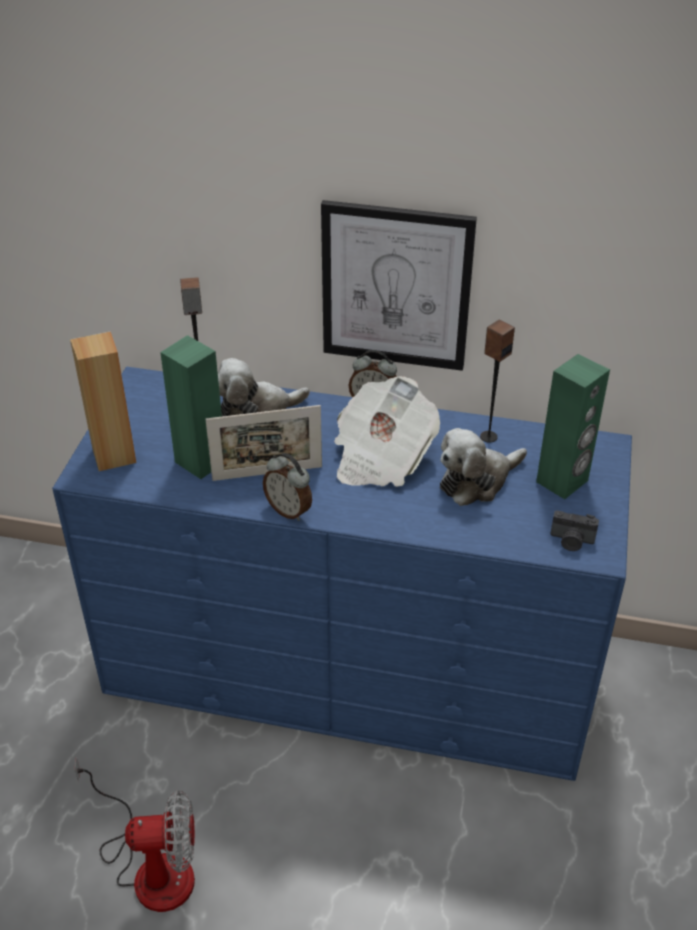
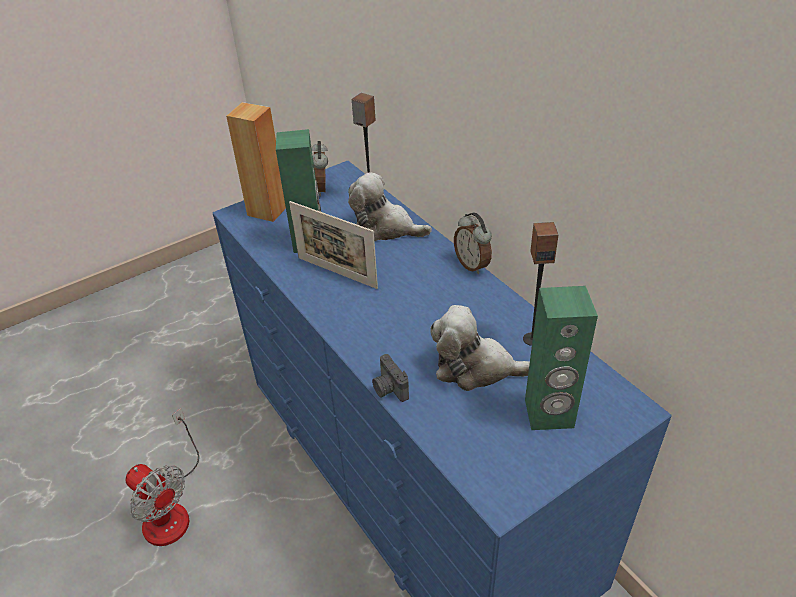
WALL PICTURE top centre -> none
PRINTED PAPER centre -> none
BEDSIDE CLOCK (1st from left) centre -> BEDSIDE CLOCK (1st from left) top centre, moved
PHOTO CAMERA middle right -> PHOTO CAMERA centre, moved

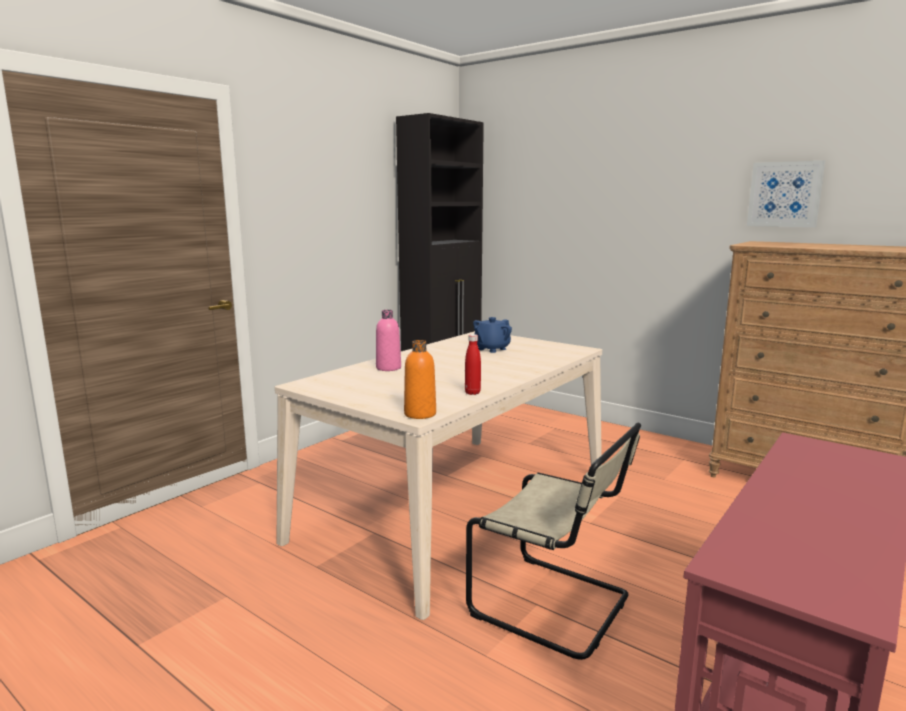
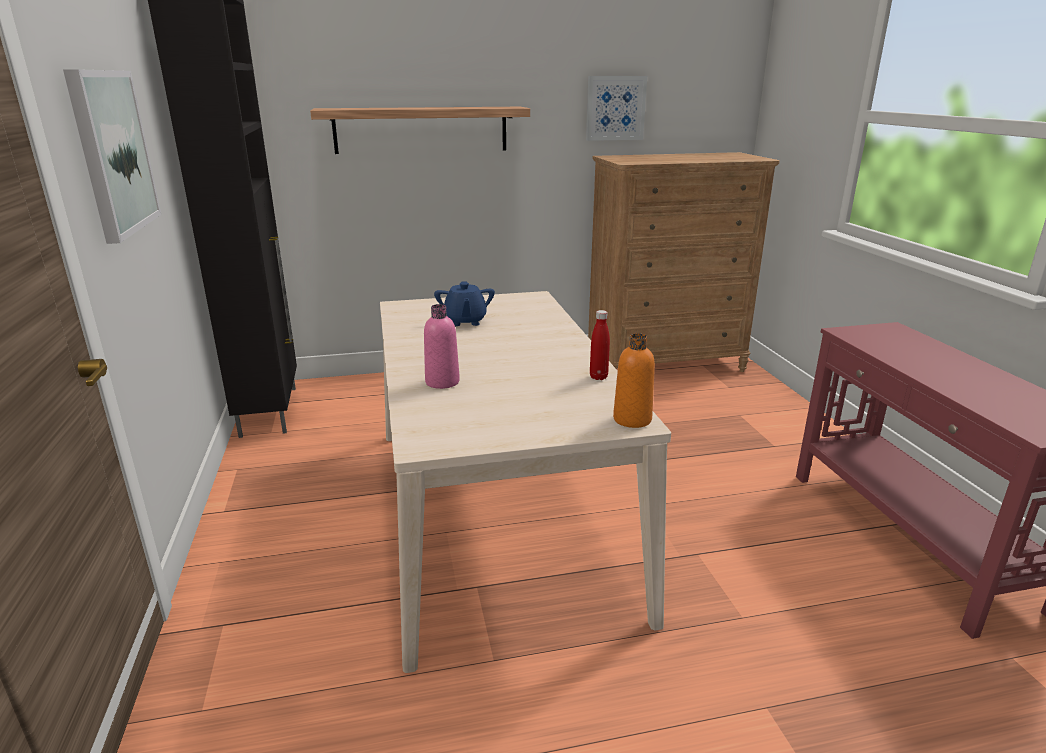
SAND-COLOURED UPRIGHT CHAIR bottom centre -> none
none -> WALL PICTURE (1st from left) top left
none -> BRACKET SHELF top centre

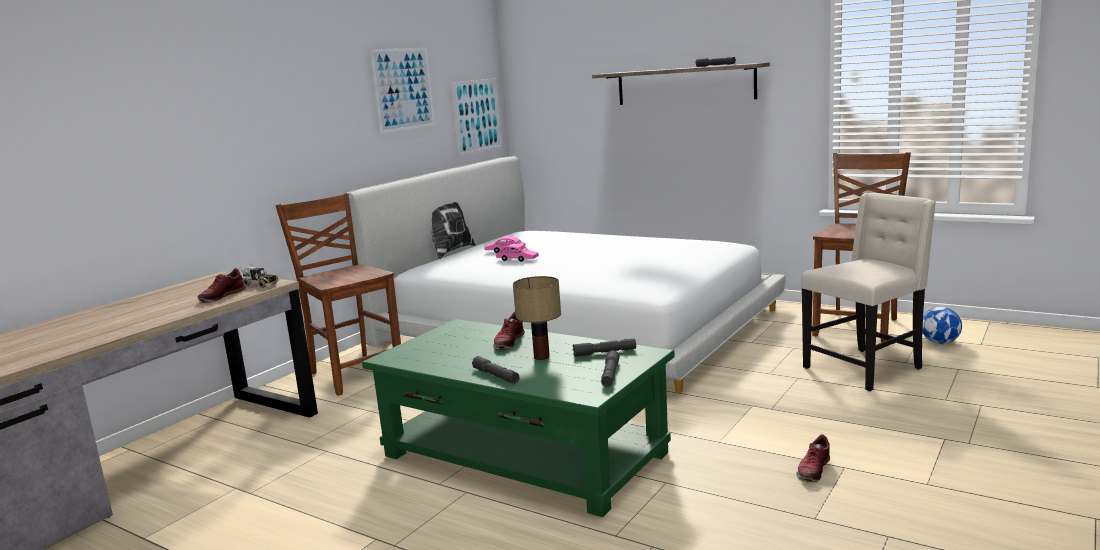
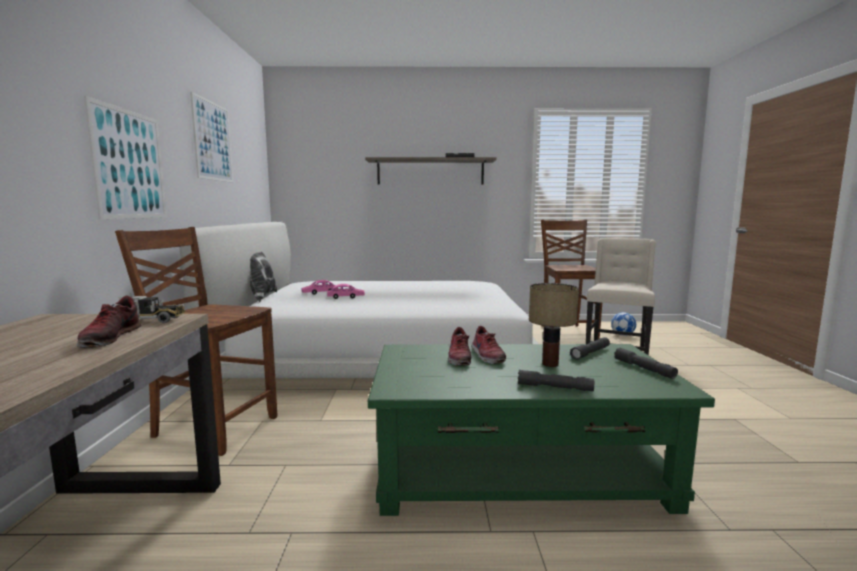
WALL PICTURE (2nd from left in the first image) top centre -> WALL PICTURE (1st from left) top left, moved
SHOE (3rd from left in the first image) bottom right -> SHOE (2nd from left) centre, moved

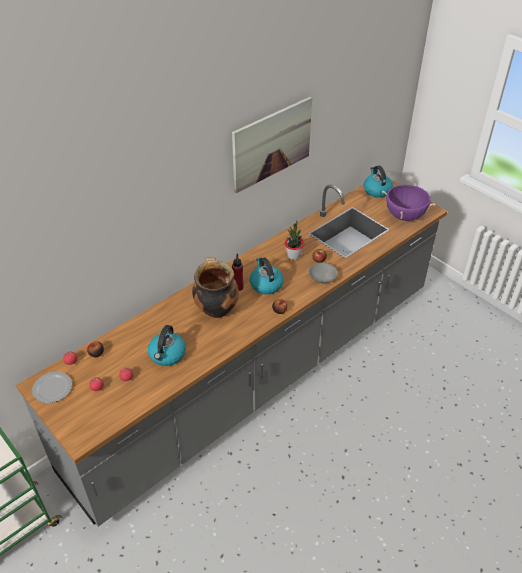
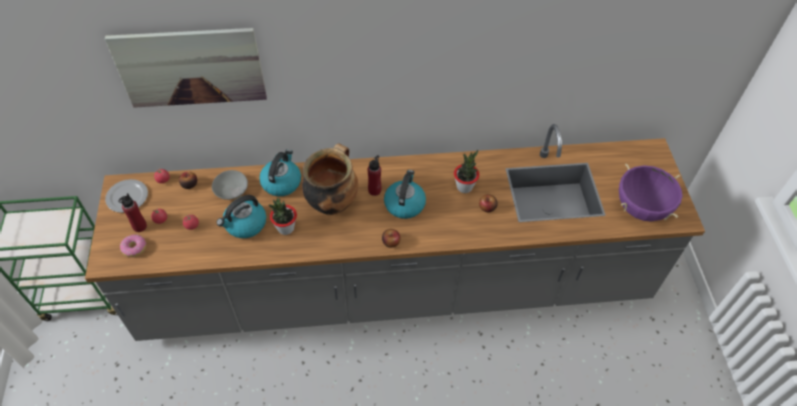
WALL PICTURE top centre -> WALL PICTURE top left, moved
WATER KETTLE (3rd from left in the first image) top right -> WATER KETTLE (2nd from left) centre, moved
GREYISH DEEP DISH centre -> GREYISH DEEP DISH middle left, moved
none -> RED DRINK BOTTLE (1st from left) middle left
none -> HOUSEPLANT (1st from left) centre
none -> RING DOUGHNUT middle left

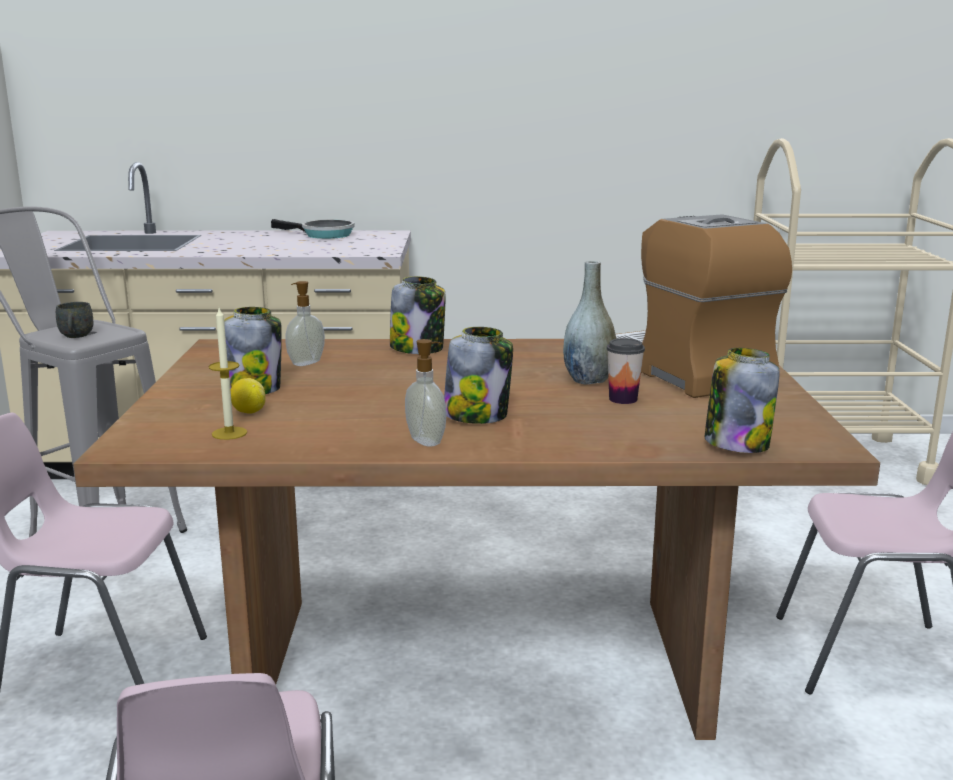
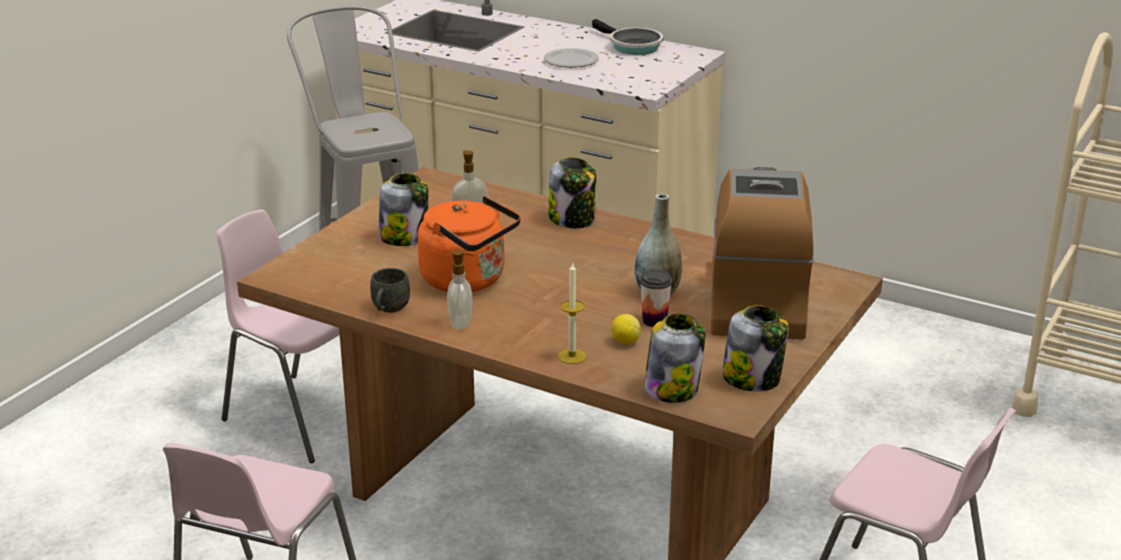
GREYISH MUG middle left -> GREYISH MUG centre, moved
WAX LIGHT middle left -> WAX LIGHT centre, moved
PRESERVE JAR (3rd from left in the first image) centre -> PRESERVE JAR (4th from left) middle right, moved
LEMON middle left -> LEMON centre, moved
none -> PLATE top centre
none -> ORANGEY WATER KETTLE centre

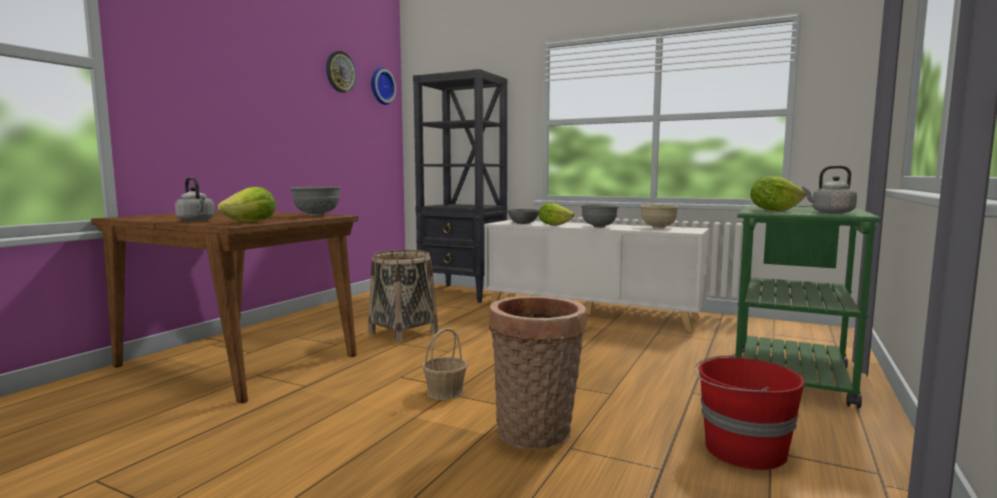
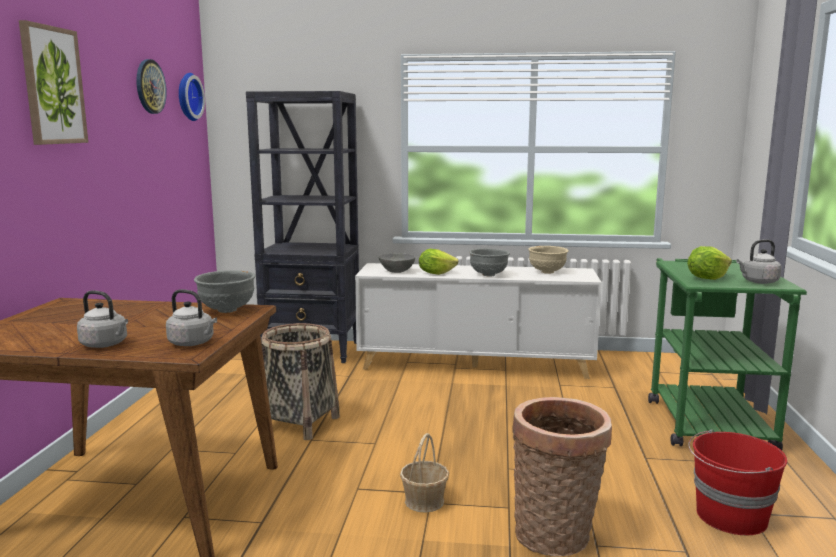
LETTUCE HEAD (1st from left) middle left -> GREYISH WATER KETTLE (2nd from left) middle left
none -> WALL PICTURE top left

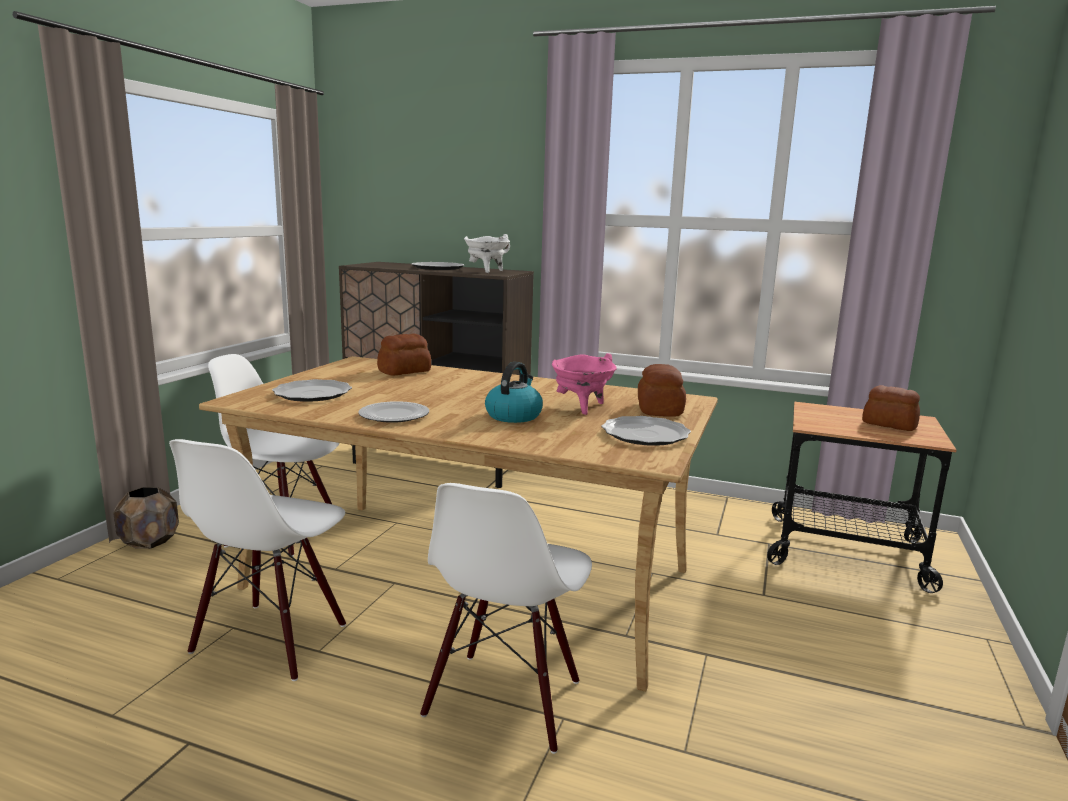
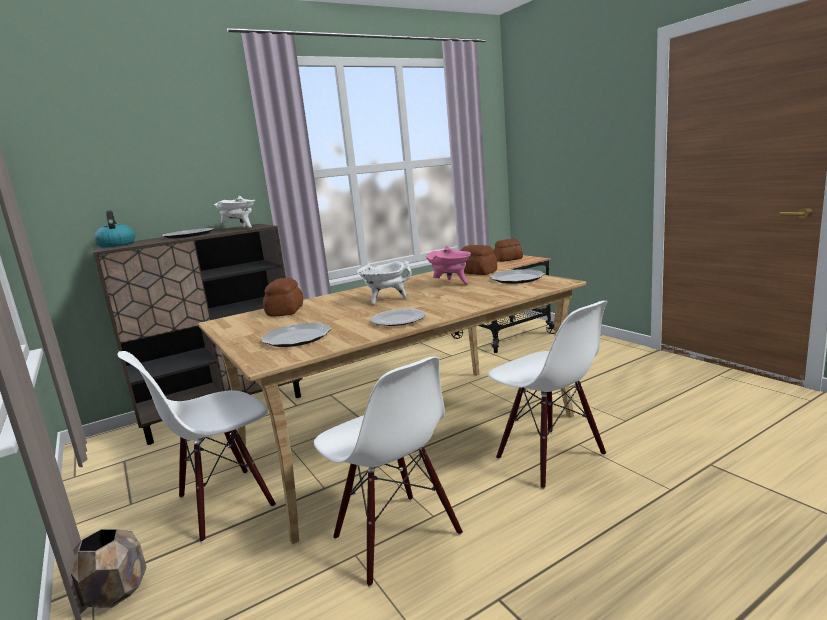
WATER KETTLE centre -> WATER KETTLE middle left, moved
none -> WHITE-COLOURED COOKING POT (2nd from left) centre

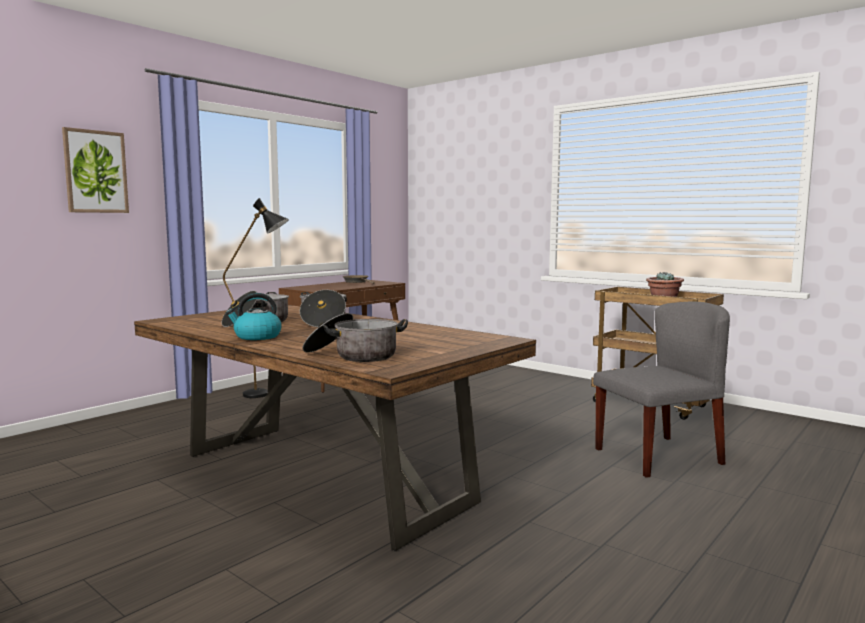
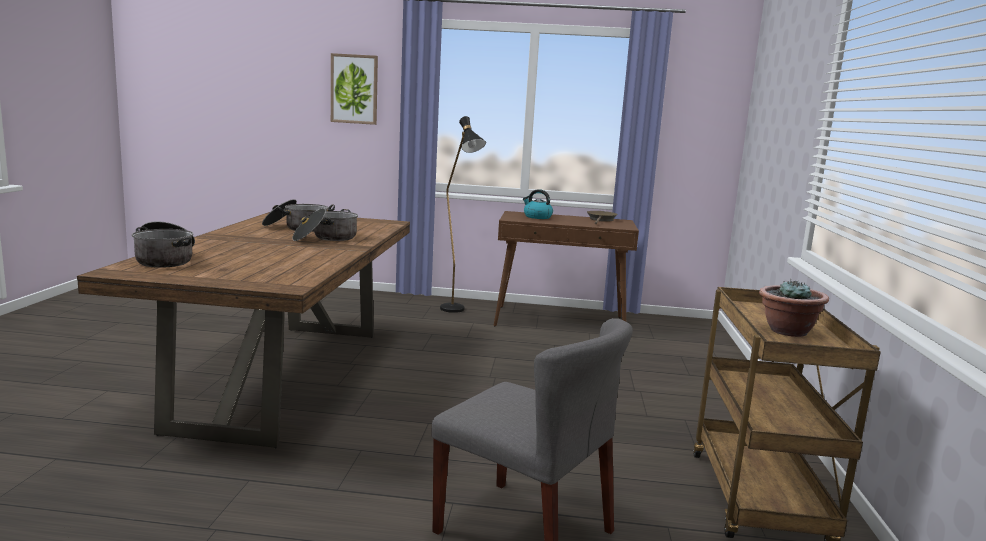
WATER KETTLE middle left -> WATER KETTLE centre, moved

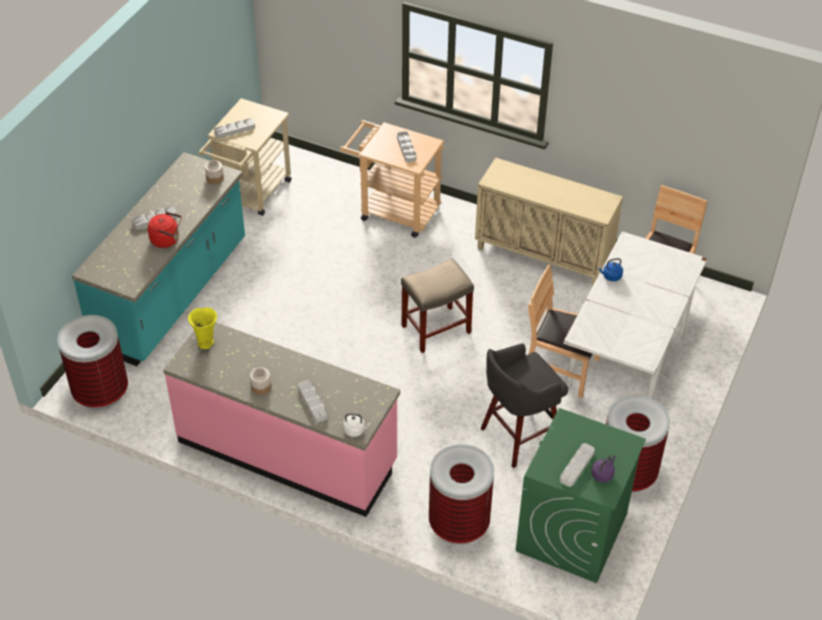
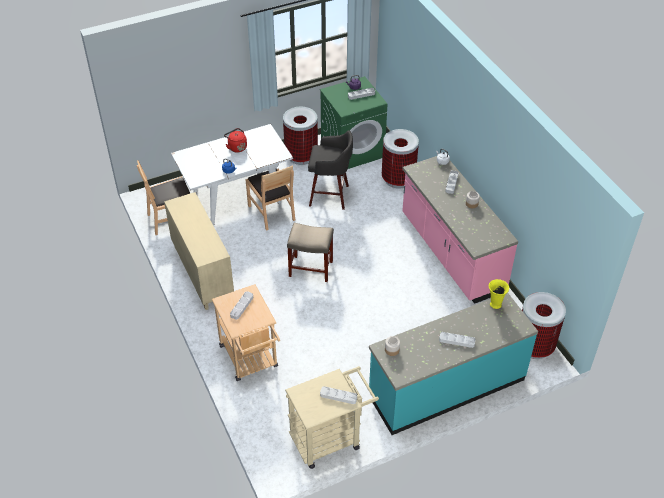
RED WATER KETTLE middle left -> RED WATER KETTLE top centre, moved
YELLOWISH VASE middle left -> YELLOWISH VASE middle right, moved

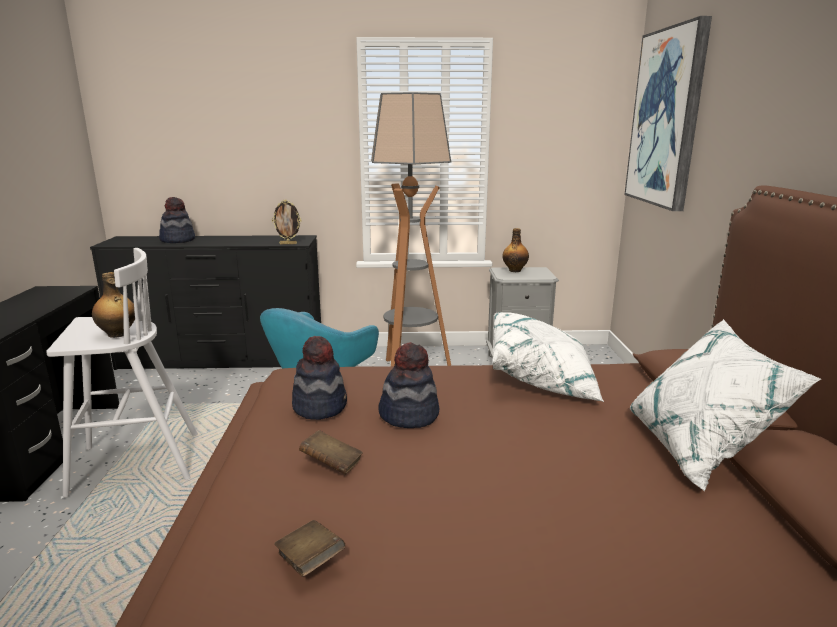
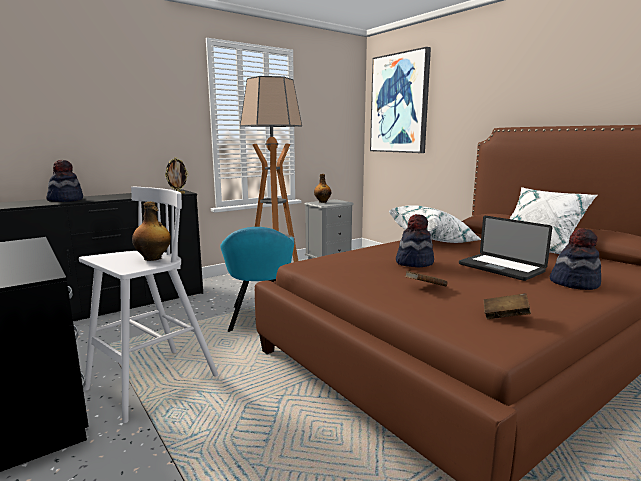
HAT (2nd from left in the first image) centre -> HAT (3rd from left) middle right, moved
none -> NOTEBOOK COMPUTER middle right

